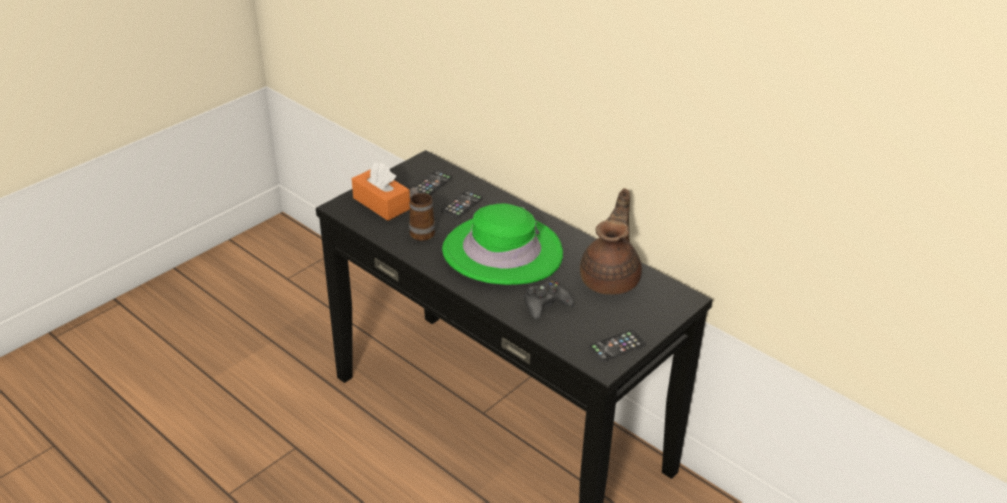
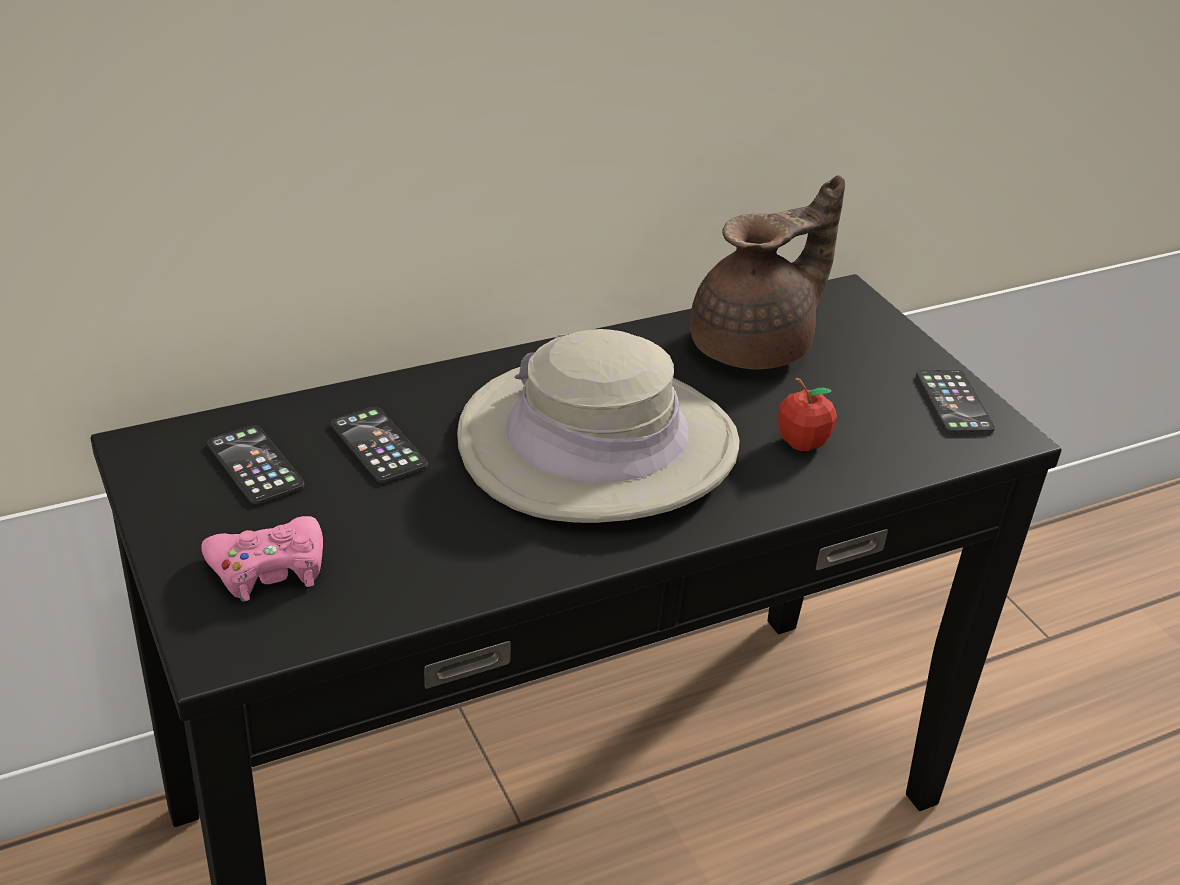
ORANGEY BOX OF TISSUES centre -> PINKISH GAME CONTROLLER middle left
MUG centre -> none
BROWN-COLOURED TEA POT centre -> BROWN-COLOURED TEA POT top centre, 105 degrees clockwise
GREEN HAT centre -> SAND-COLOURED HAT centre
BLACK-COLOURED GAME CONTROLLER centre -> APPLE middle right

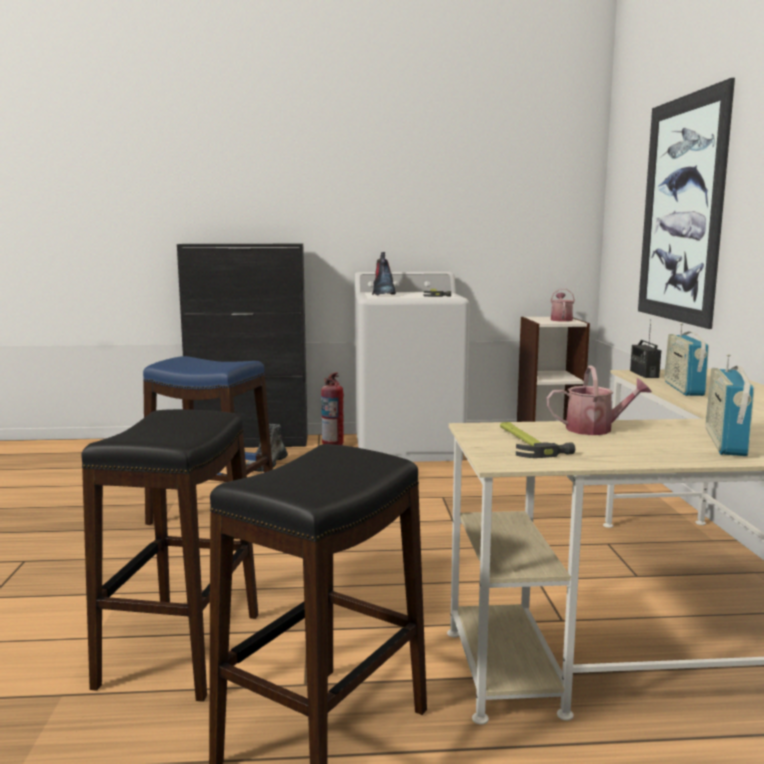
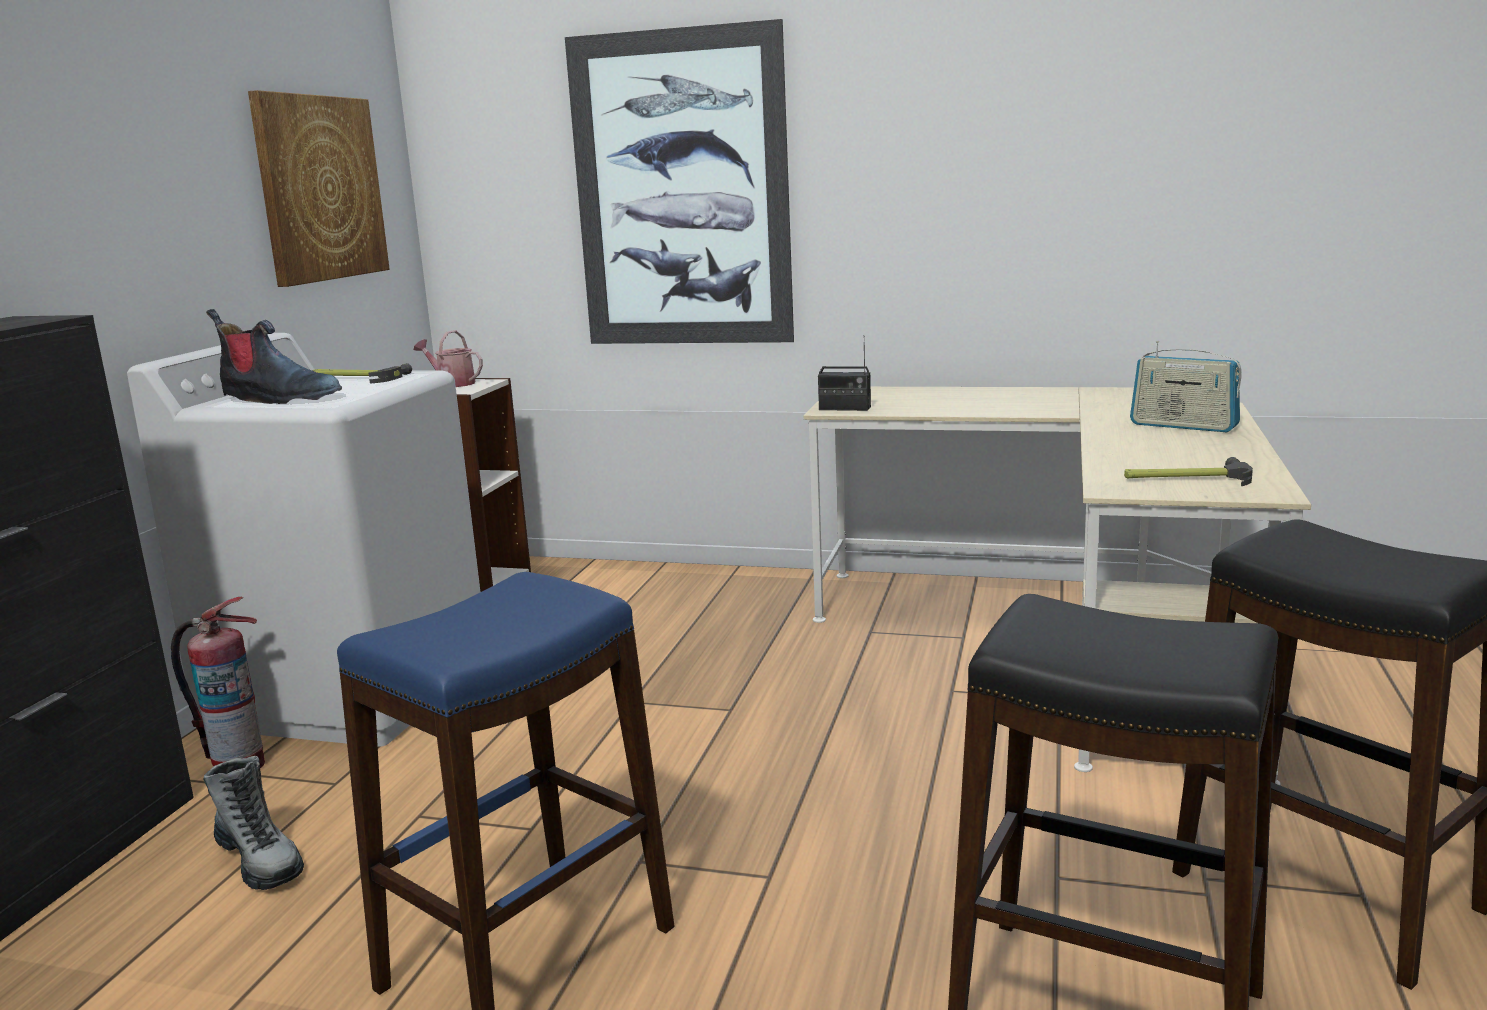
RADIO (2nd from left) middle right -> none
SPRINKLING CAN (2nd from left) middle right -> none
none -> WALL PICTURE (1st from left) top left

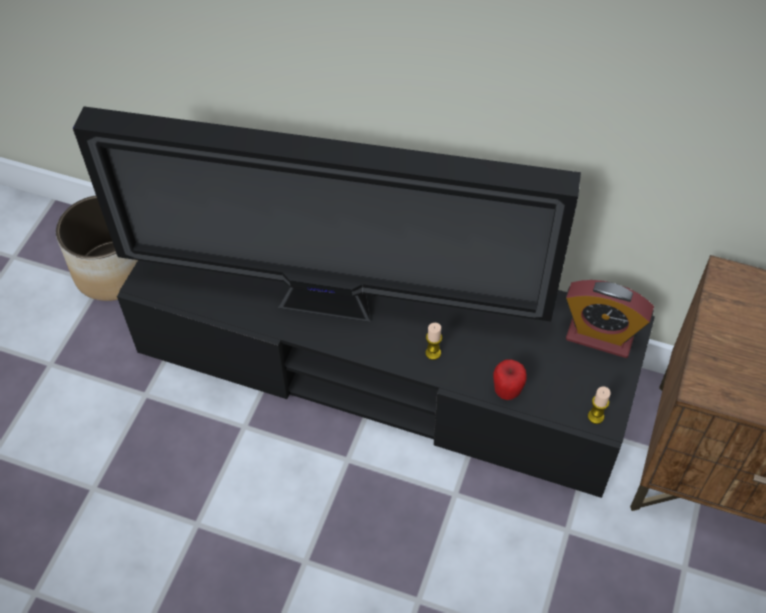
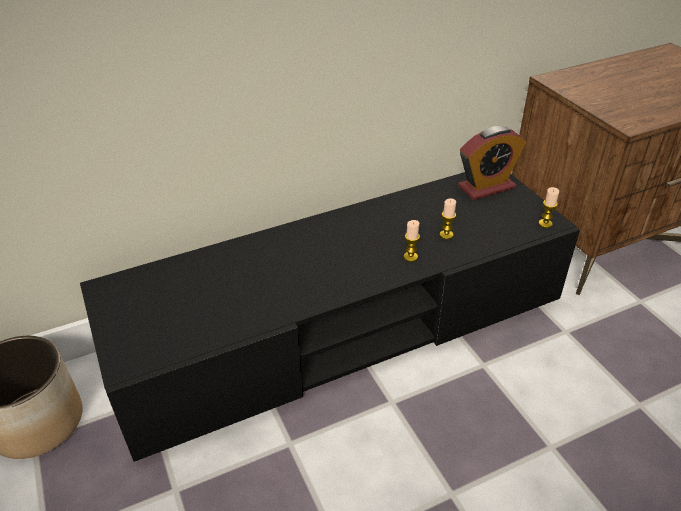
TV centre -> none
APPLE centre -> none
none -> WAX LIGHT (2nd from left) centre

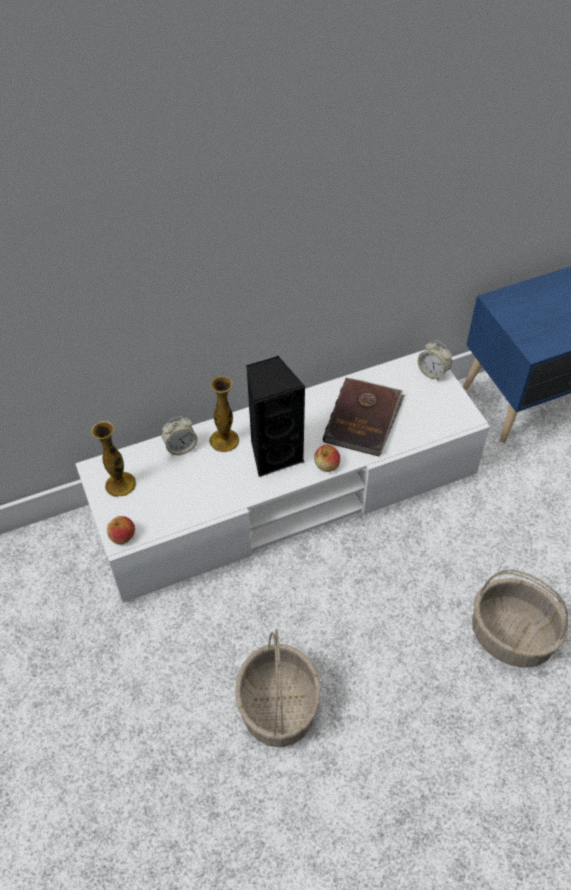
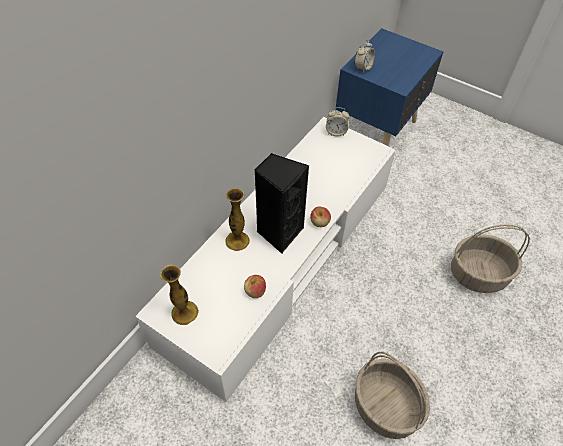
BROWN-COLOURED VOLUME centre -> none
BEDSIDE CLOCK (1st from left in the first image) middle left -> BEDSIDE CLOCK (2nd from left) top centre, moved
APPLE (1st from left) middle left -> APPLE (1st from left) centre, moved

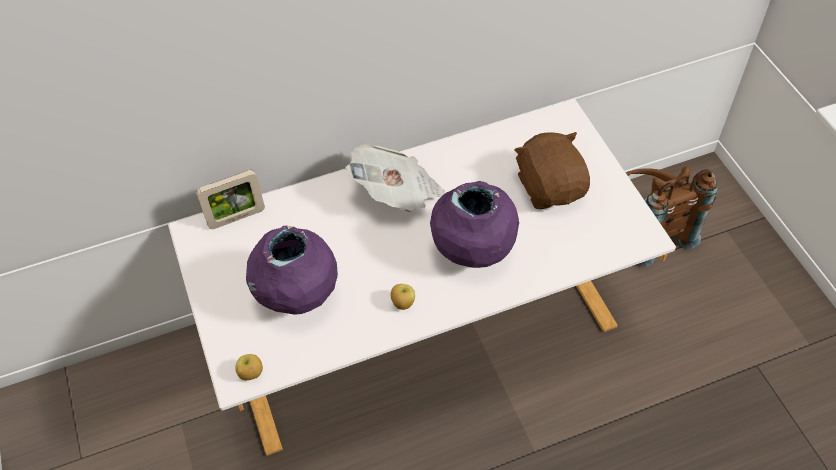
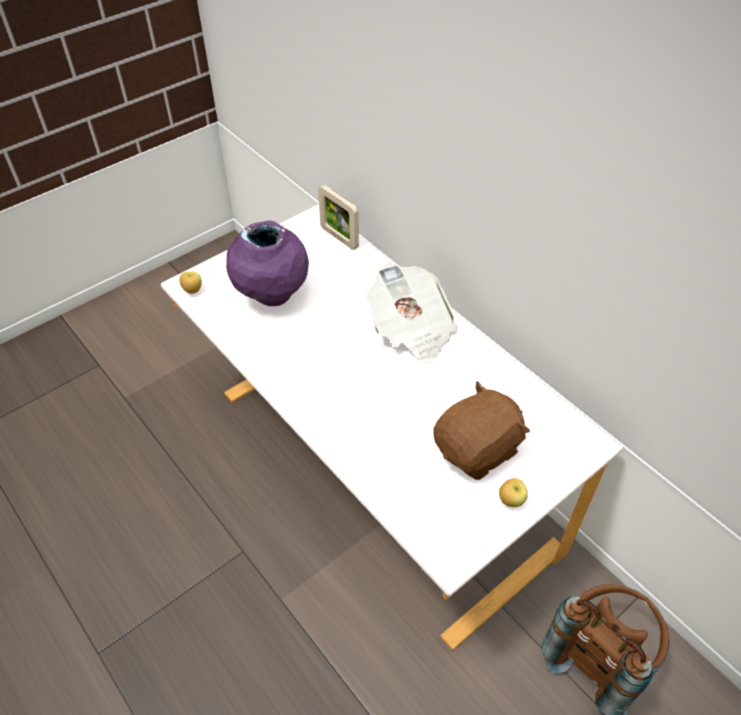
PURPLE VASE (2nd from left) centre -> none
APPLE (2nd from left) centre -> APPLE (2nd from left) bottom right, moved

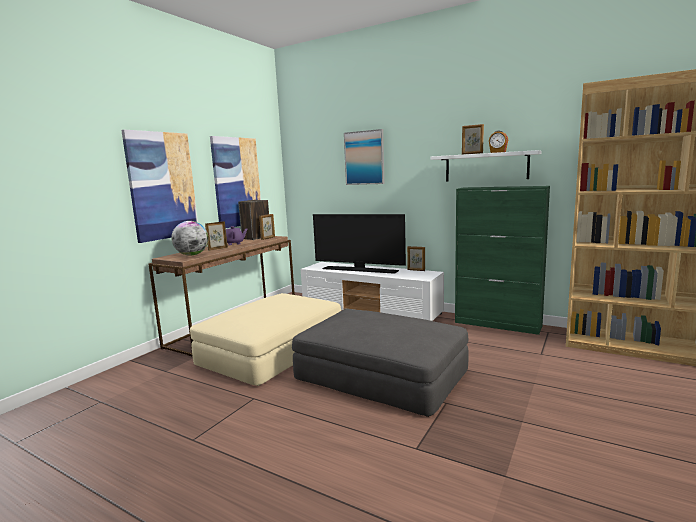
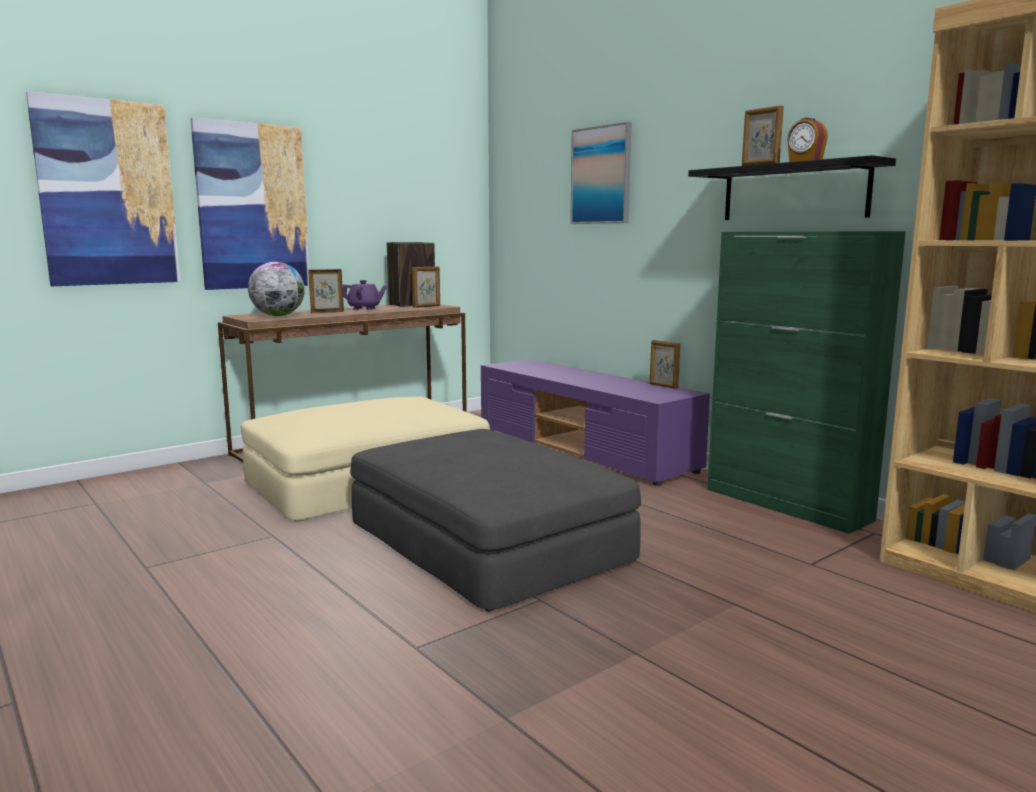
WALL PICTURE (2nd from left in the first image) centre -> WALL PICTURE (1st from left) top left, moved
WHITE-COLOURED BRACKET SHELF top right -> BLACK-COLOURED BRACKET SHELF top right
TV centre -> none
WHITE-COLOURED TV UNIT centre -> PURPLE TV UNIT centre

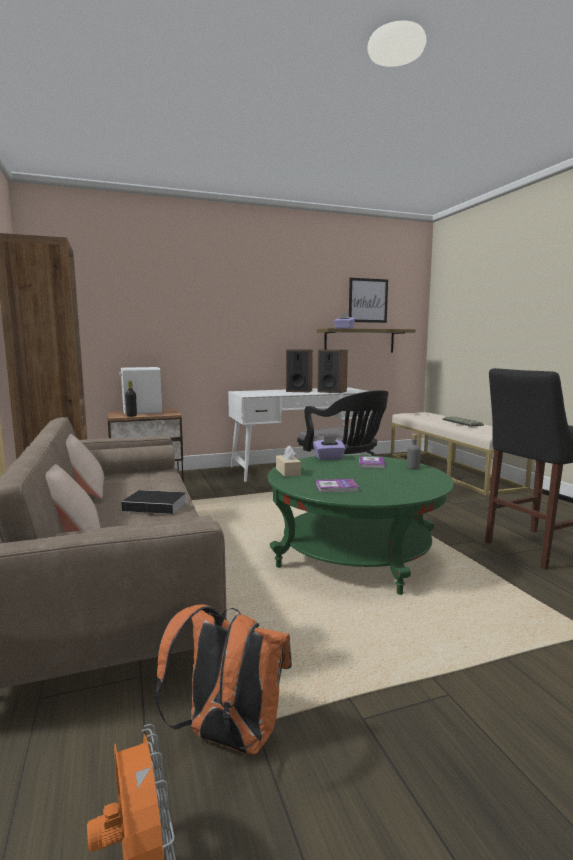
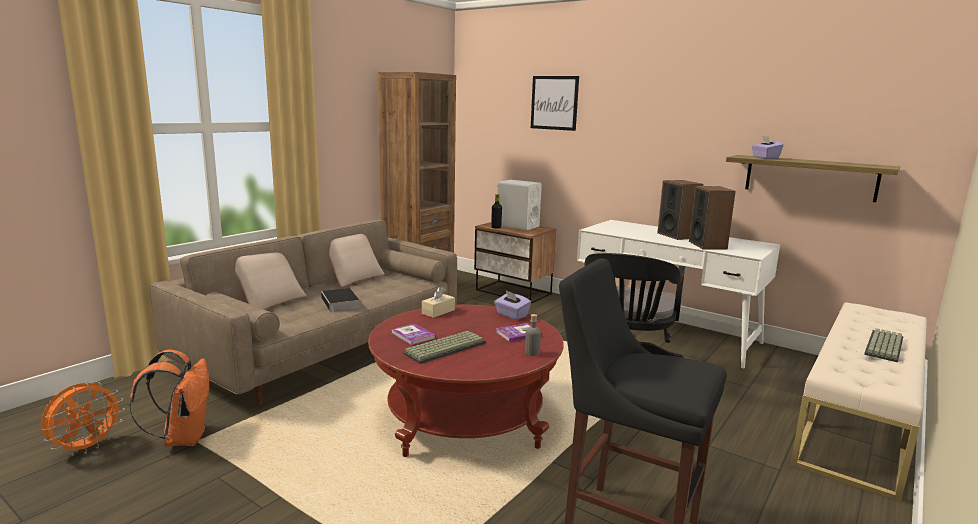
WALL PICTURE centre -> WALL PICTURE top centre, moved
GREEN LOW TABLE centre -> RED LOW TABLE bottom centre
none -> COMPUTER KEYBOARD (1st from left) centre

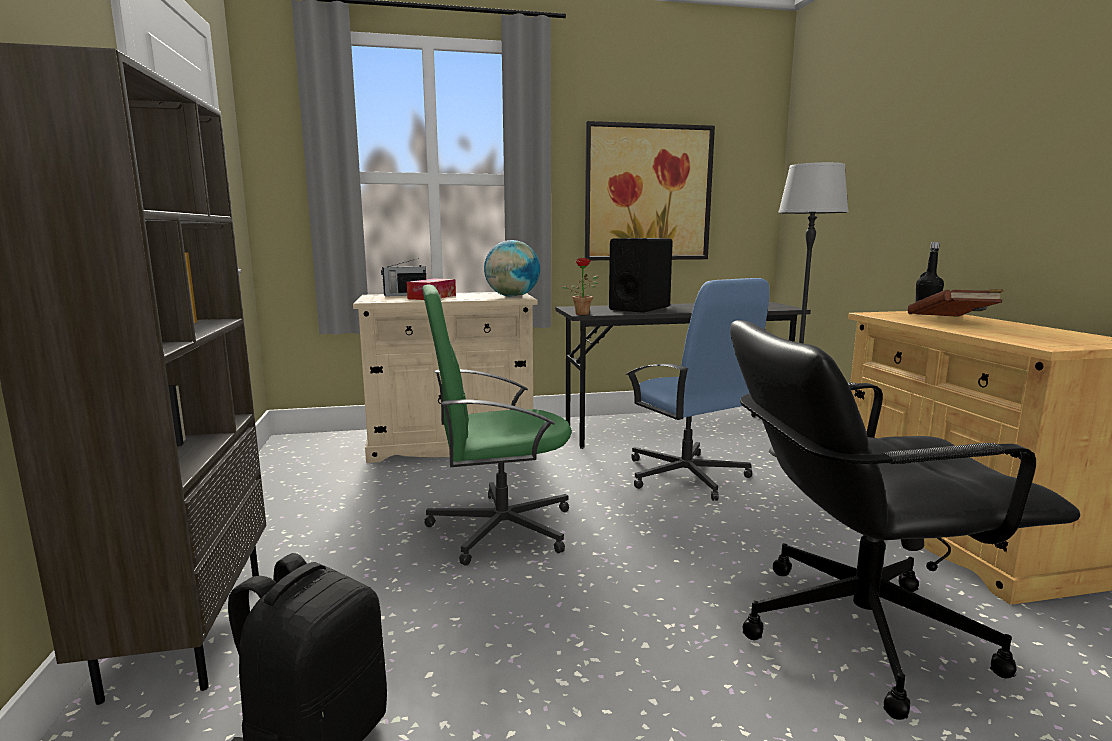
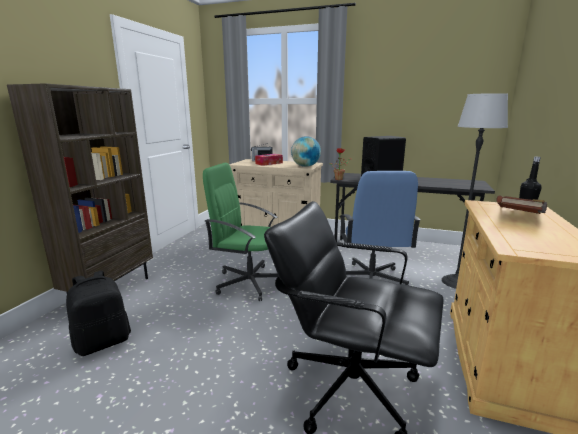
WALL PICTURE top centre -> none

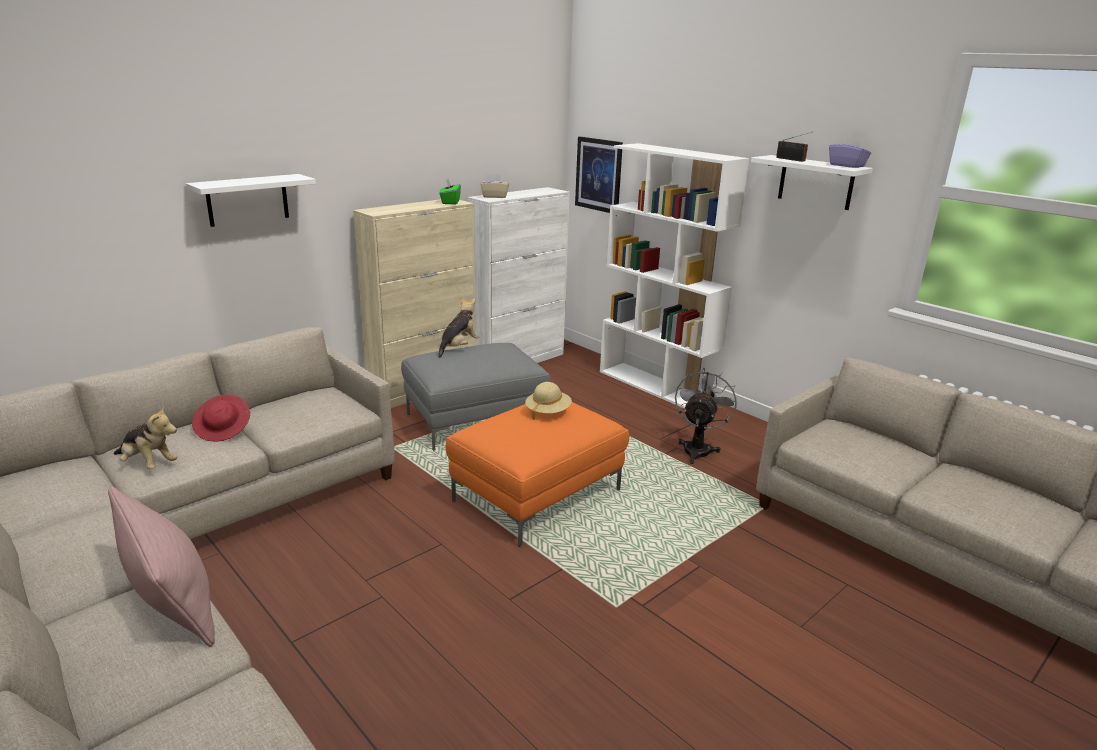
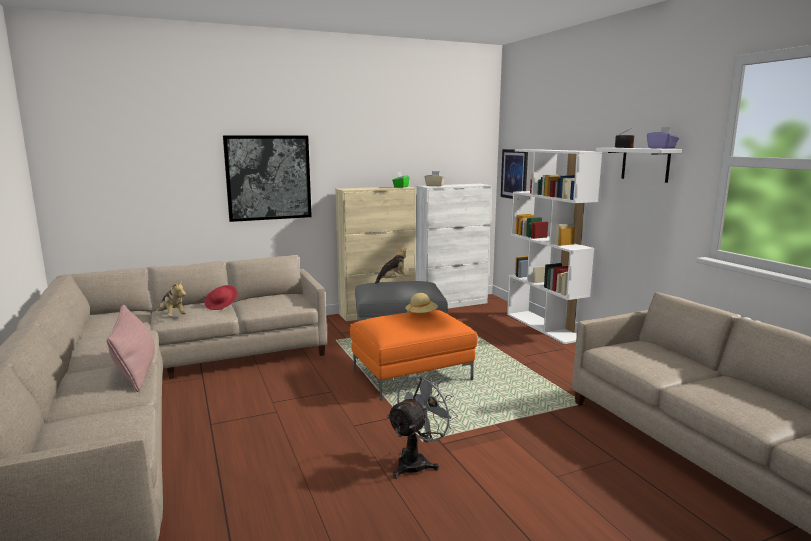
WHITE-COLOURED BRACKET SHELF (1st from left) top left -> WALL PICTURE (1st from left) top left
GREYISH FAN centre -> GREYISH FAN bottom centre, moved

